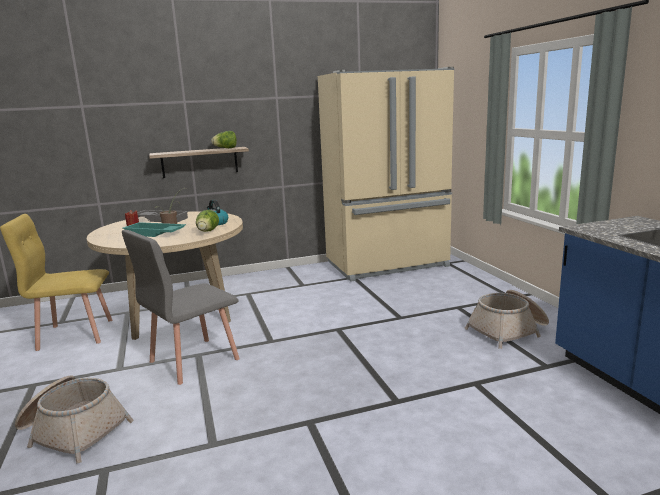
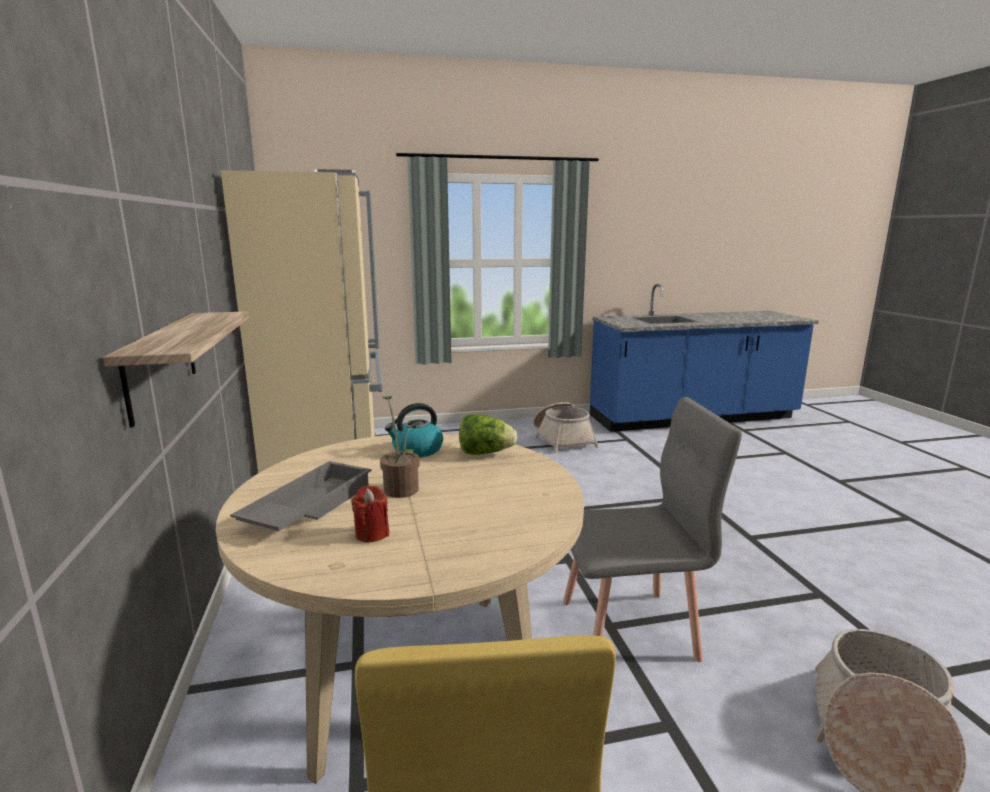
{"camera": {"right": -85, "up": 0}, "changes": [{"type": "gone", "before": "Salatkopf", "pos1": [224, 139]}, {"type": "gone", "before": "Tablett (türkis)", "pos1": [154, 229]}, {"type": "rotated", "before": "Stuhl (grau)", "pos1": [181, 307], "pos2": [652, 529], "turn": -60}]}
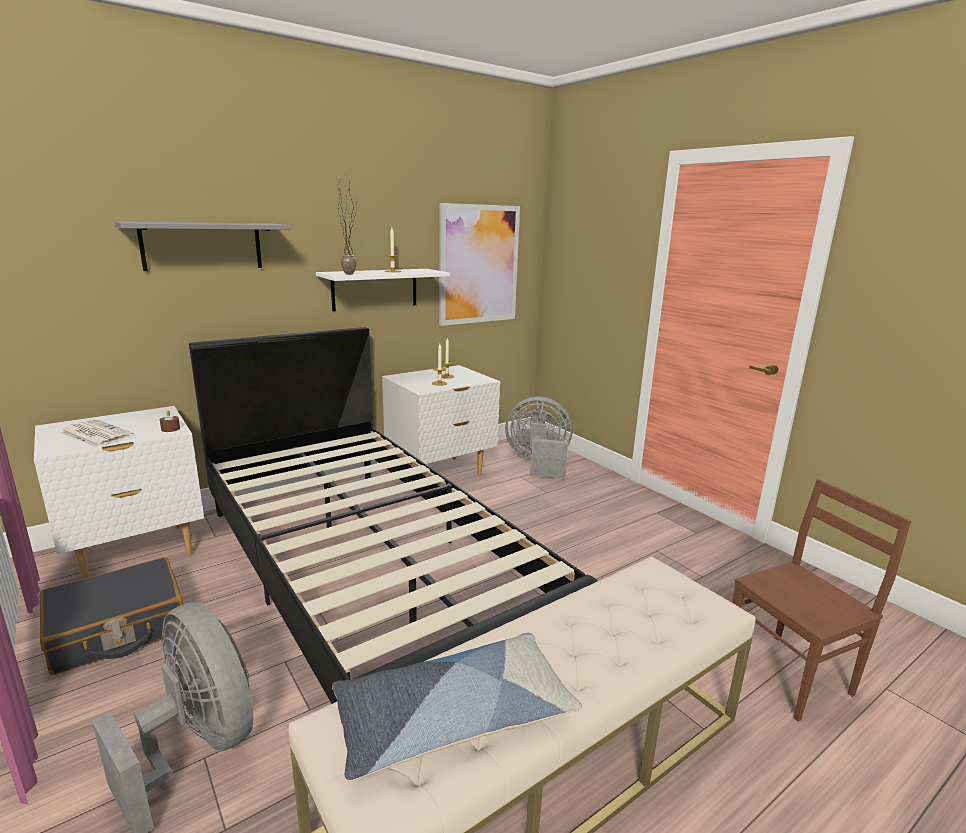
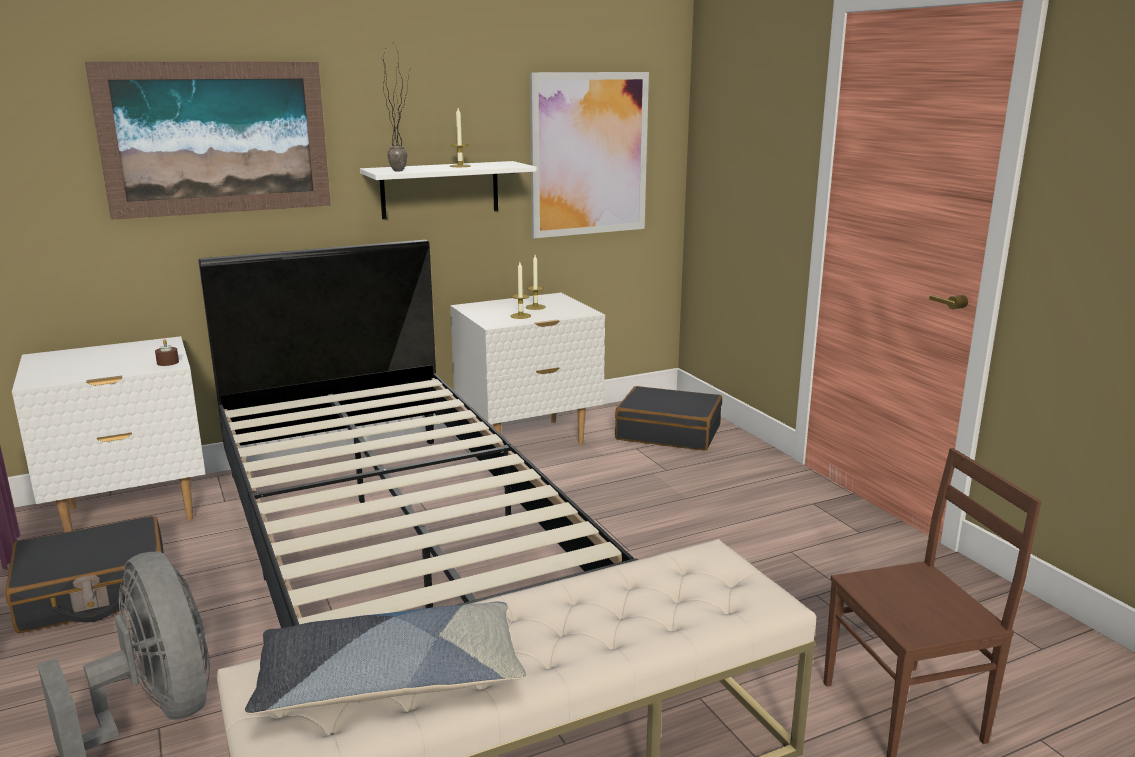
{"camera": {"right": 10, "up": 0}, "changes": [{"type": "swapped", "before": "Wandregal (grau)", "after": "Bild", "pos1": [203, 246], "pos2": [208, 141]}, {"type": "swapped", "before": "Ventilator (grau)", "after": "Koffer (schwarz)", "pos1": [539, 438], "pos2": [668, 418]}, {"type": "gone", "before": "Zeitung", "pos1": [97, 433]}]}
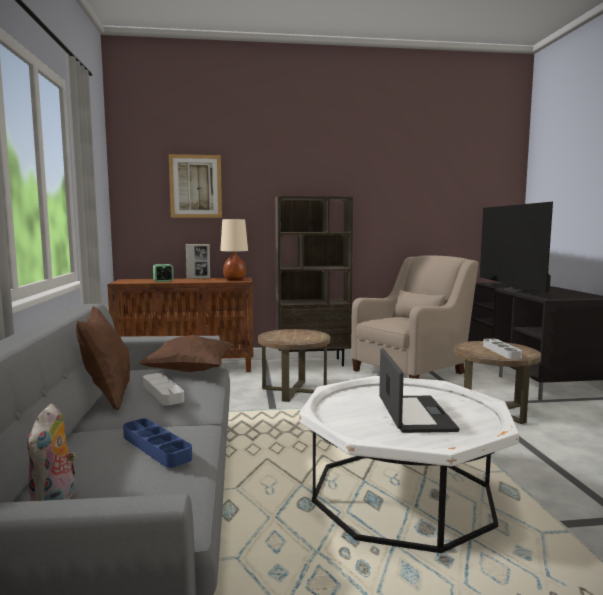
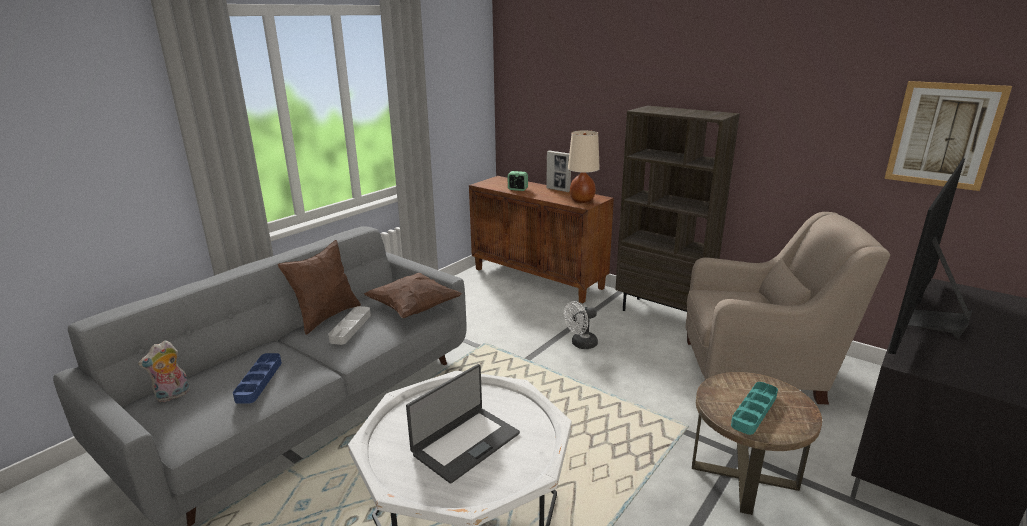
{"camera": {"right": 45, "up": 15}, "changes": [{"type": "shifted", "before": "Bild", "pos1": [195, 186], "pos2": [948, 136]}, {"type": "swapped", "before": "Beistelltisch (braun)", "after": "Ventilator (weiß)", "pos1": [294, 365], "pos2": [581, 325]}, {"type": "repainted", "before": "Tablett (grau)", "after": "Tablett (türkis)", "pos1": [502, 348], "pos2": [754, 408]}]}
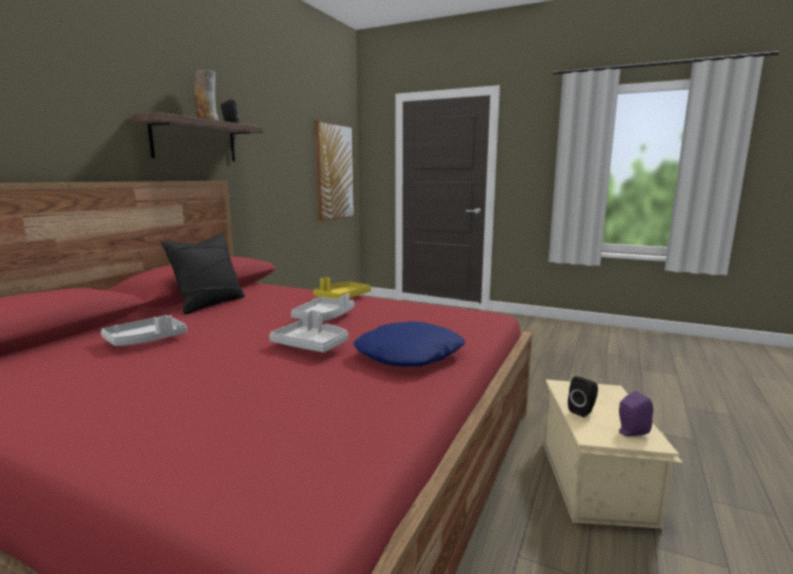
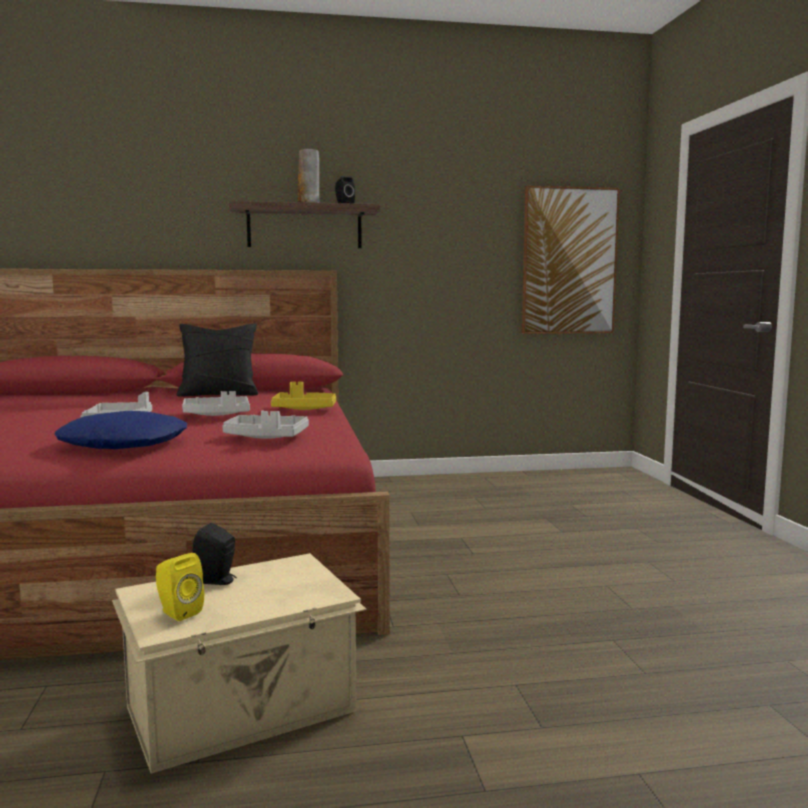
{"camera": {"right": 55, "up": -5}, "changes": [{"type": "shifted", "before": "Tablett (grau)", "pos1": [144, 330], "pos2": [265, 425]}, {"type": "repainted", "before": "Lautsprecher (lila)", "after": "Lautsprecher (gelb)", "pos1": [636, 413], "pos2": [180, 587]}]}
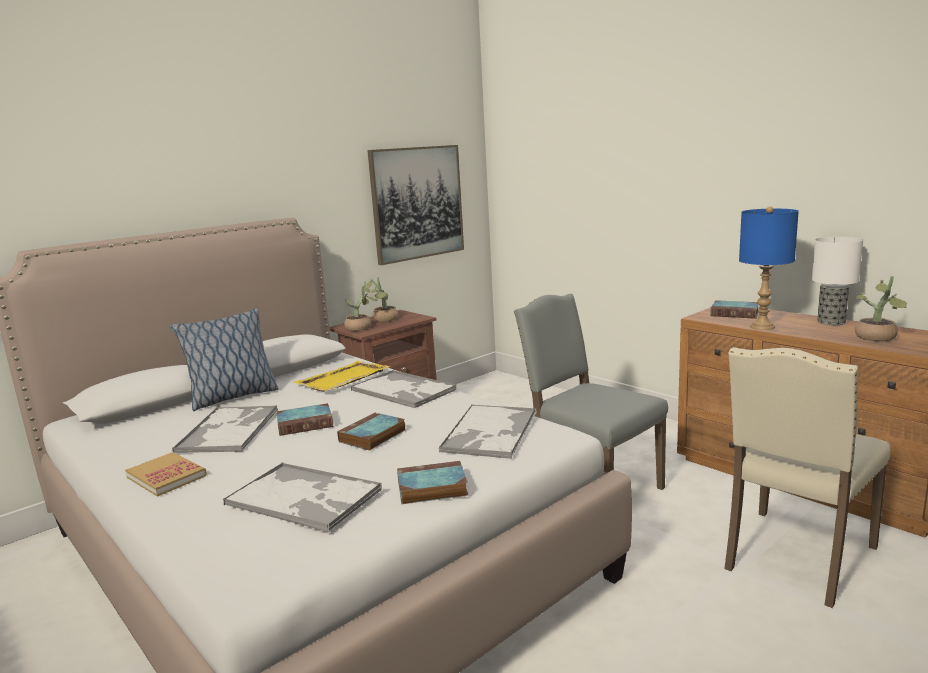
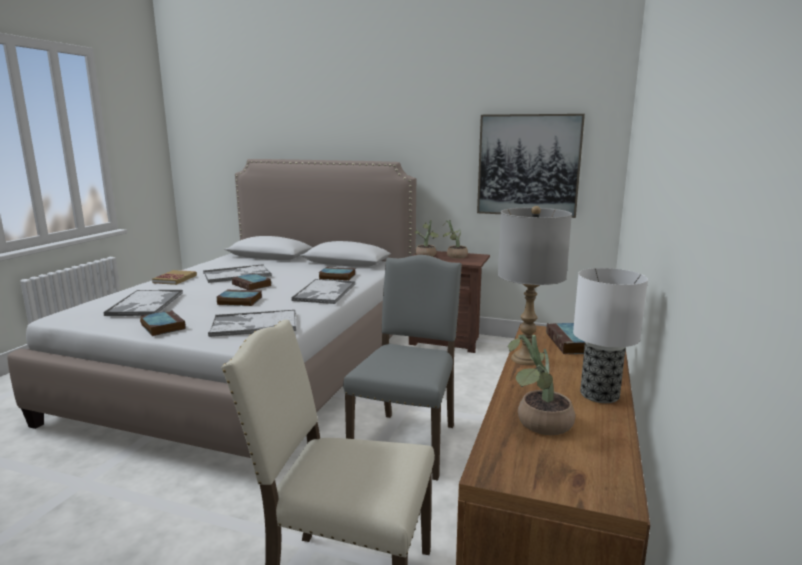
{"camera": {"right": 60, "up": 0}, "changes": [{"type": "repainted", "before": "Tischlampe (blau)", "after": "Tischlampe (grau)", "pos1": [769, 268], "pos2": [535, 285]}, {"type": "gone", "before": "Kissen", "pos1": [224, 359]}, {"type": "swapped", "before": "Tablett (gelb)", "after": "Buch", "pos1": [342, 376], "pos2": [336, 274]}]}
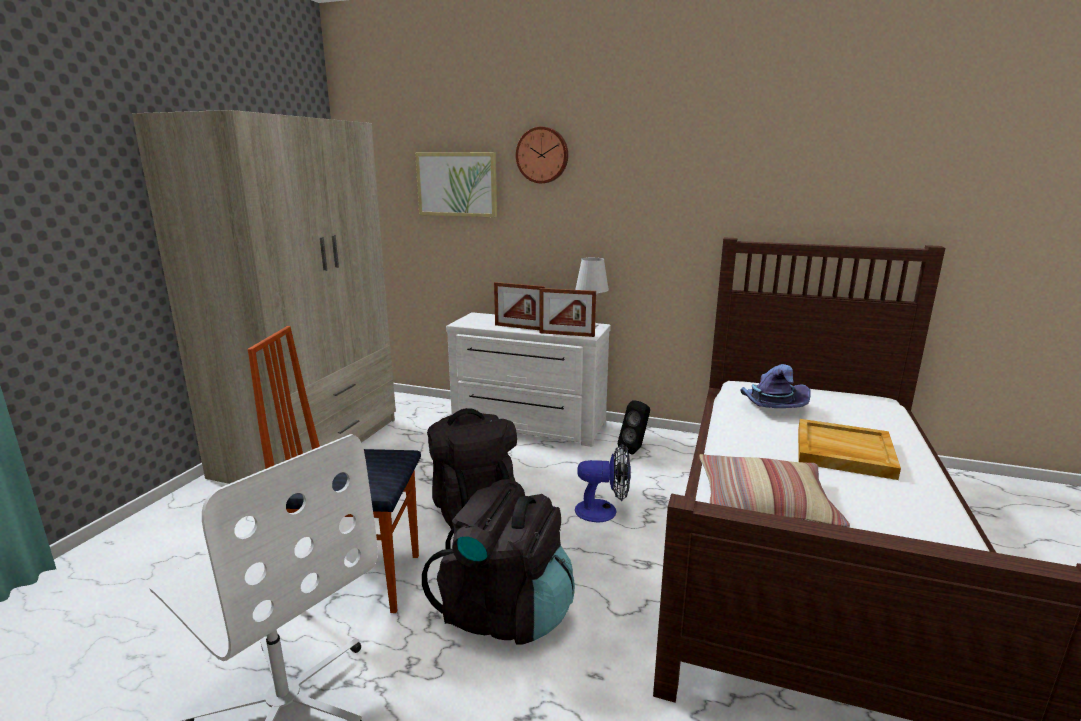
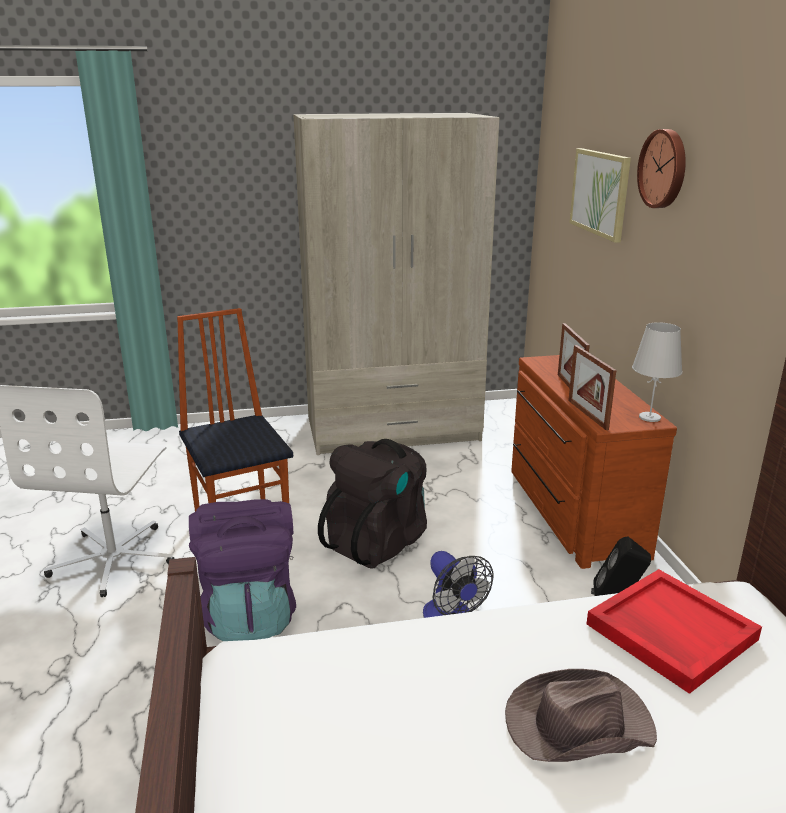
{"camera": {"right": 60, "up": 5}, "changes": [{"type": "repainted", "before": "Kommode (weiß)", "after": "Kommode (braun)", "pos1": [528, 379], "pos2": [594, 462]}, {"type": "swapped", "before": "Hut (lila)", "after": "Tablett (rot)", "pos1": [775, 386], "pos2": [674, 631]}, {"type": "swapped", "before": "Tablett (beige)", "after": "Hut (braun)", "pos1": [849, 449], "pos2": [581, 715]}, {"type": "gone", "before": "Kissen", "pos1": [774, 491]}, {"type": "repainted", "before": "Rucksack (schwarz)", "after": "Rucksack (lila)", "pos1": [498, 562], "pos2": [242, 570]}]}
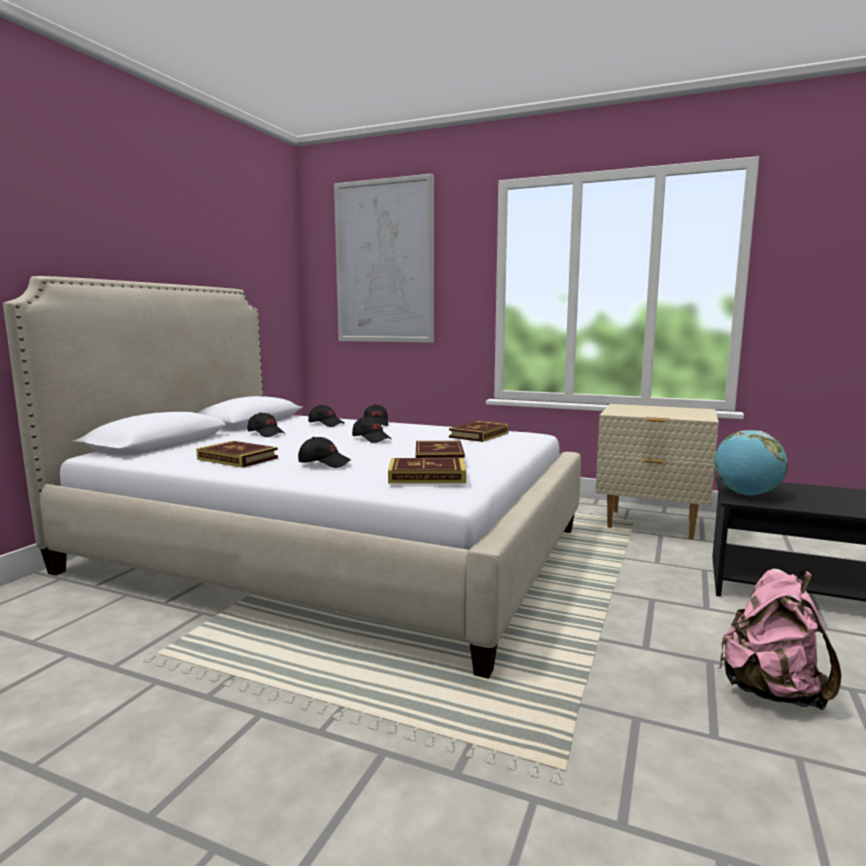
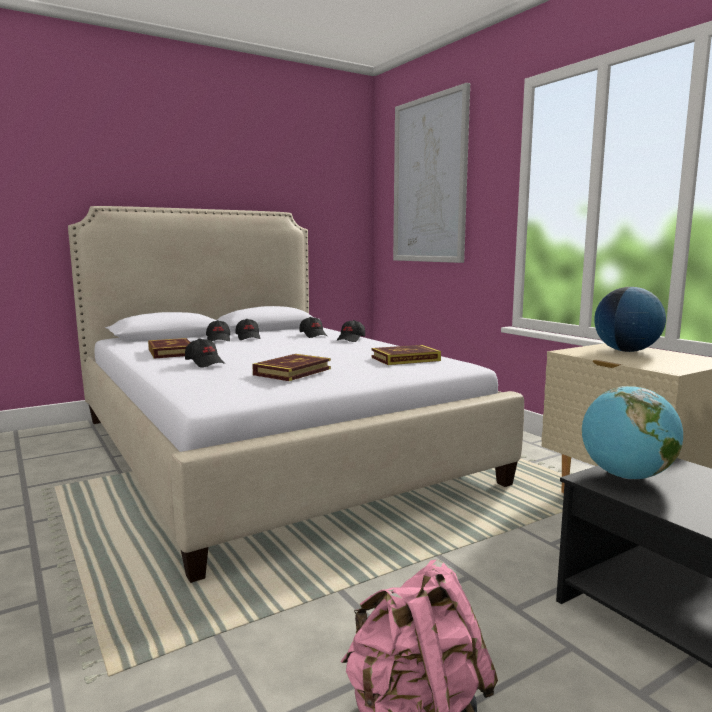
{"camera": {"right": 35, "up": 0}, "changes": [{"type": "shifted", "before": "Kappe (schwarz)", "pos1": [371, 429], "pos2": [218, 330]}, {"type": "gone", "before": "Buch", "pos1": [427, 471]}, {"type": "new", "after": "Globus", "pos2": [630, 319]}]}
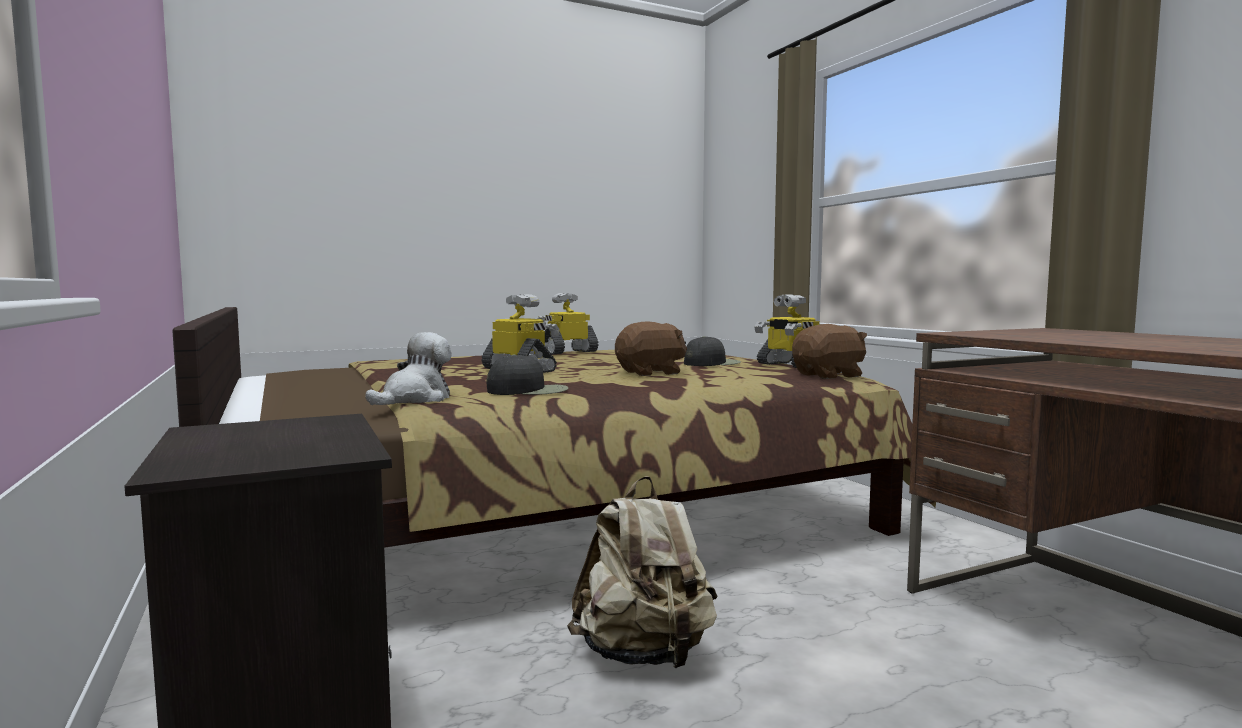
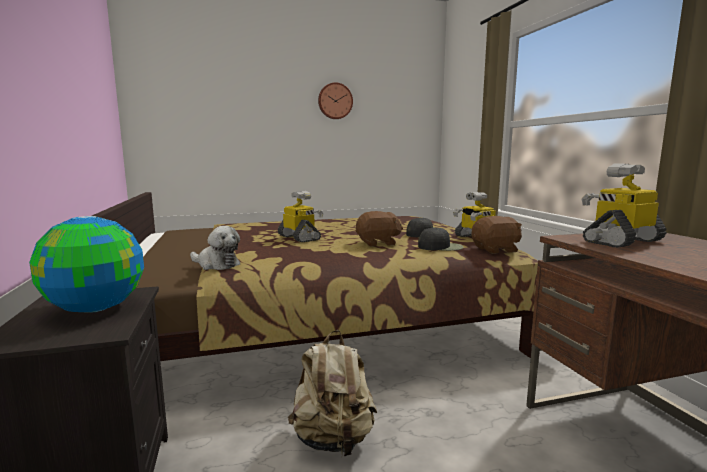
{"camera": {"right": 10, "up": 5}, "changes": [{"type": "shifted", "before": "Spielzeugroboter", "pos1": [568, 323], "pos2": [624, 205]}, {"type": "rotated", "before": "Plüschtier", "pos1": [408, 368], "pos2": [215, 248], "turn": 75}, {"type": "shifted", "before": "Kappe (schwarz)", "pos1": [527, 374], "pos2": [441, 239]}, {"type": "new", "after": "Wanduhr", "pos2": [335, 100]}, {"type": "new", "after": "Globus", "pos2": [86, 264]}]}
